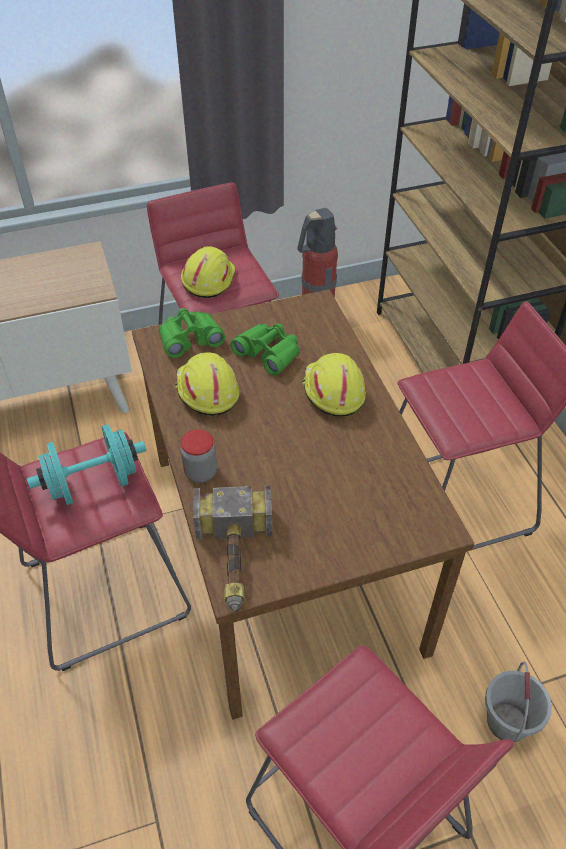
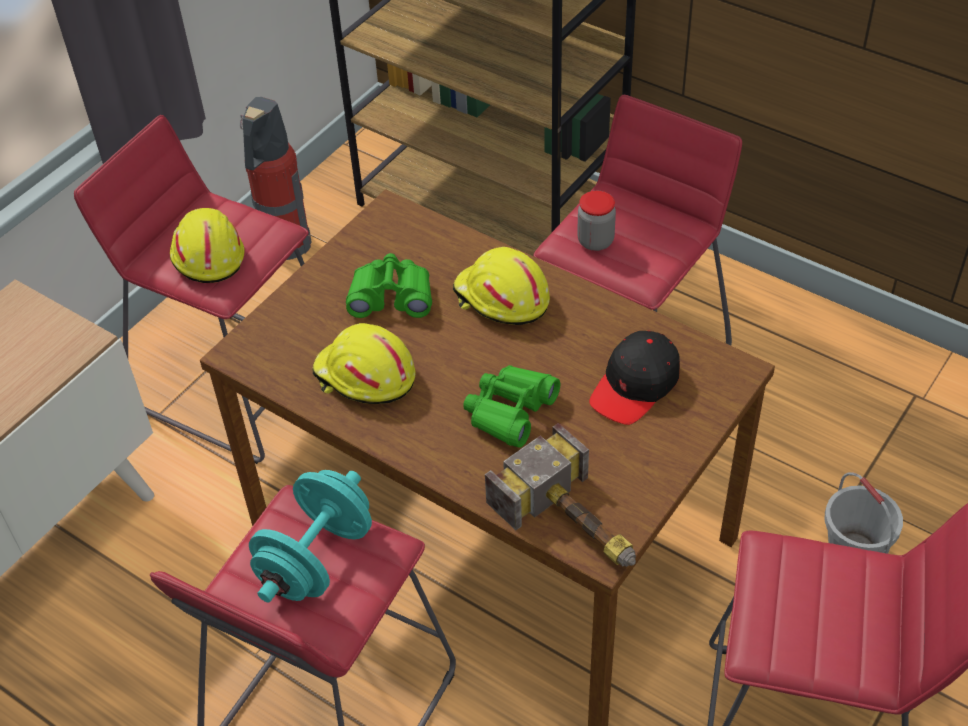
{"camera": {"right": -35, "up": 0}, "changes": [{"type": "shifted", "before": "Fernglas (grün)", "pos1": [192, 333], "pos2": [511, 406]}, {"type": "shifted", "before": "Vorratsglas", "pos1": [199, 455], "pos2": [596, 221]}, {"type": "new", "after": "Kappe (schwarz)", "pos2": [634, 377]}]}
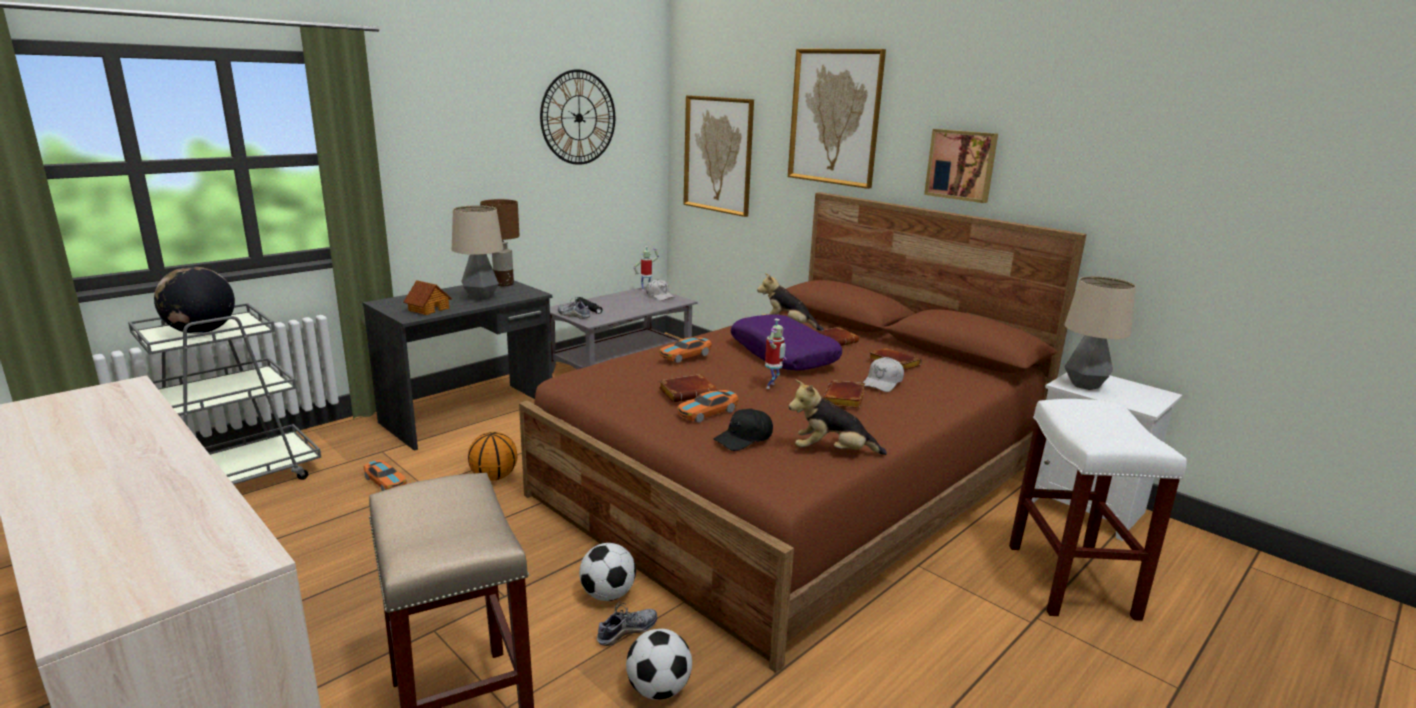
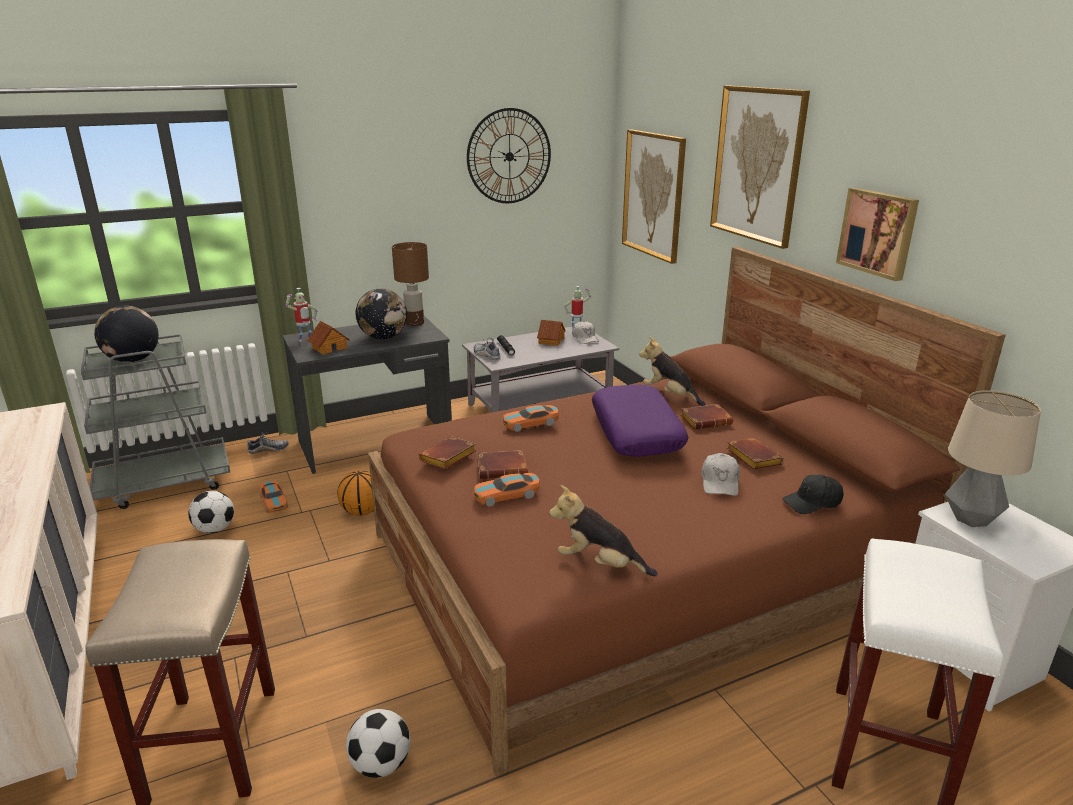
{"camera": {"right": 20, "up": 5}, "changes": [{"type": "swapped", "before": "Tischlampe", "after": "Globus", "pos1": [477, 252], "pos2": [381, 313]}, {"type": "shifted", "before": "Spielzeugroboter", "pos1": [776, 354], "pos2": [301, 315]}, {"type": "rotated", "before": "Kappe (weiß)", "pos1": [883, 374], "pos2": [720, 474], "turn": -45}, {"type": "shifted", "before": "Buch (braun)", "pos1": [844, 394], "pos2": [447, 452]}, {"type": "shifted", "before": "Kappe (schwarz)", "pos1": [743, 430], "pos2": [813, 494]}, {"type": "shifted", "before": "Fußball", "pos1": [607, 572], "pos2": [211, 512]}, {"type": "shifted", "before": "Schuh", "pos1": [627, 623], "pos2": [268, 443]}, {"type": "new", "after": "Spielzeughaus", "pos2": [551, 333]}]}
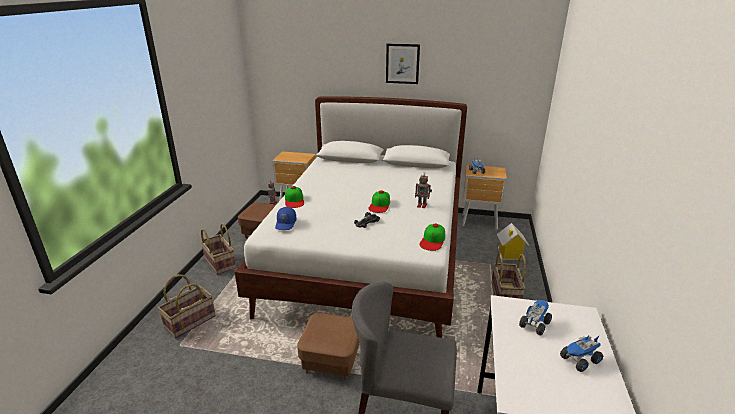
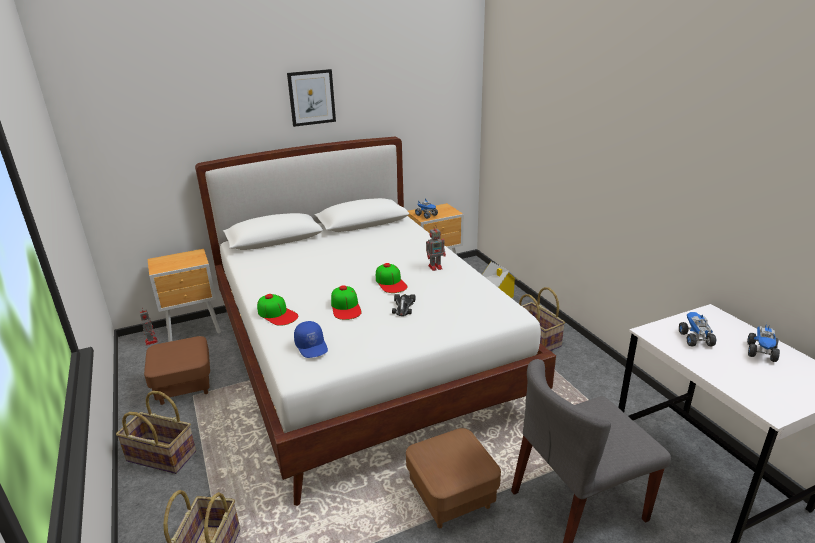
{"camera": {"right": -35, "up": 0}, "changes": [{"type": "shifted", "before": "Kappe", "pos1": [432, 237], "pos2": [346, 302]}]}
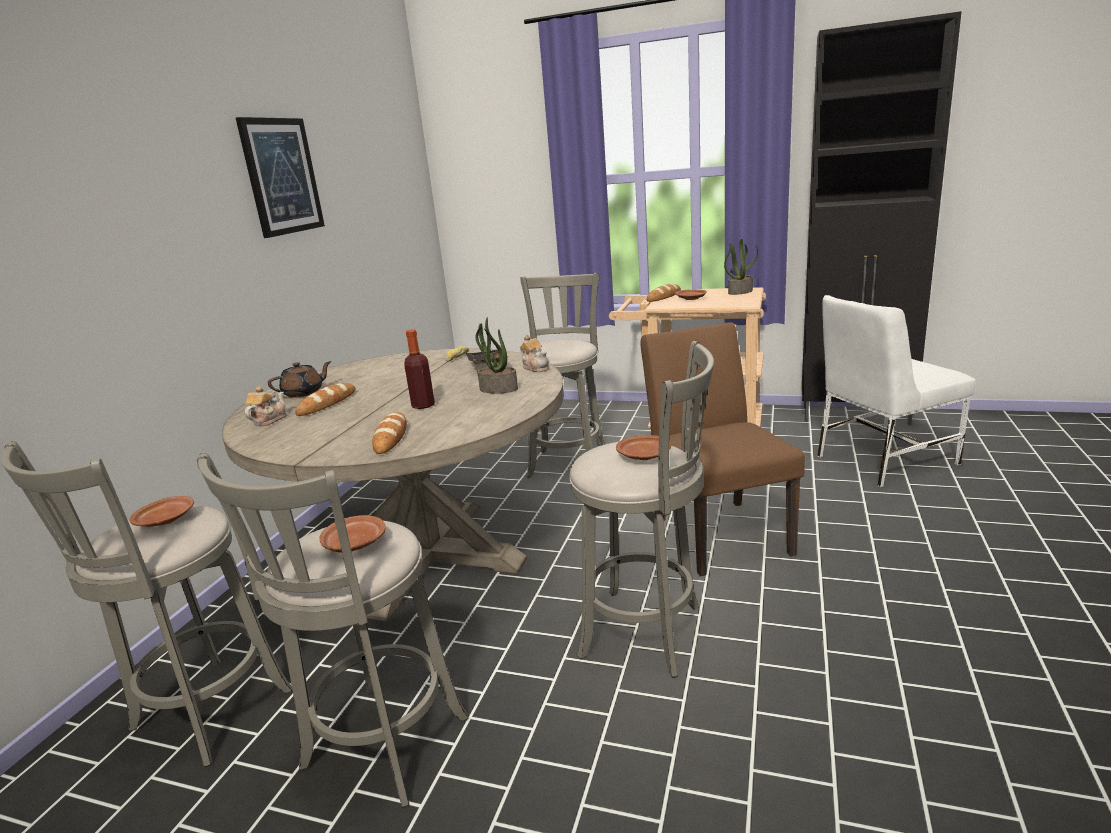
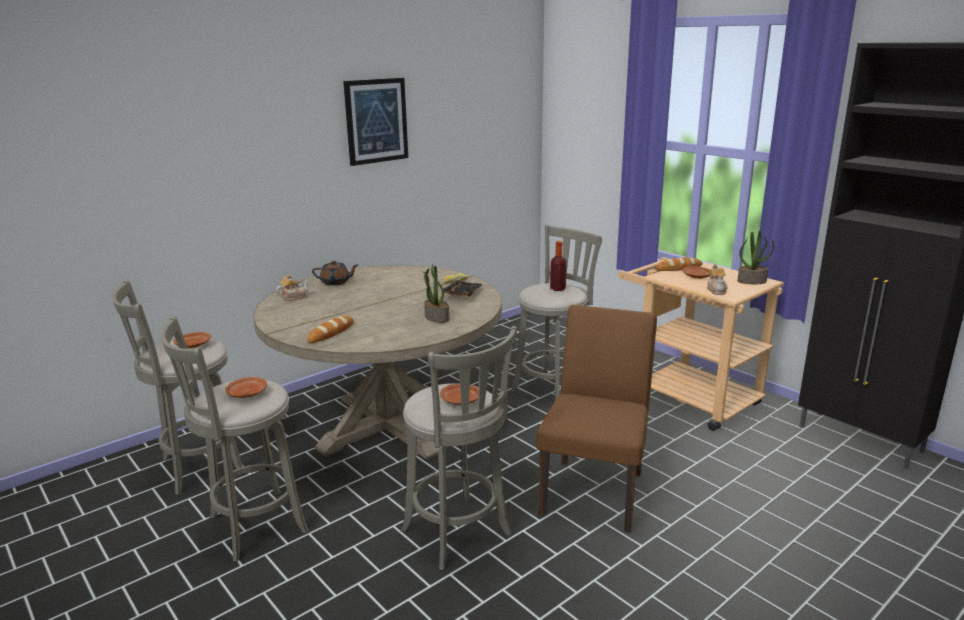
{"camera": {"right": 30, "up": 0}, "changes": [{"type": "gone", "before": "Stuhl (weiß)", "pos1": [896, 391]}, {"type": "shifted", "before": "Flasche", "pos1": [419, 369], "pos2": [558, 266]}, {"type": "shifted", "before": "Teekanne", "pos1": [534, 353], "pos2": [717, 279]}, {"type": "gone", "before": "Brot", "pos1": [325, 399]}]}
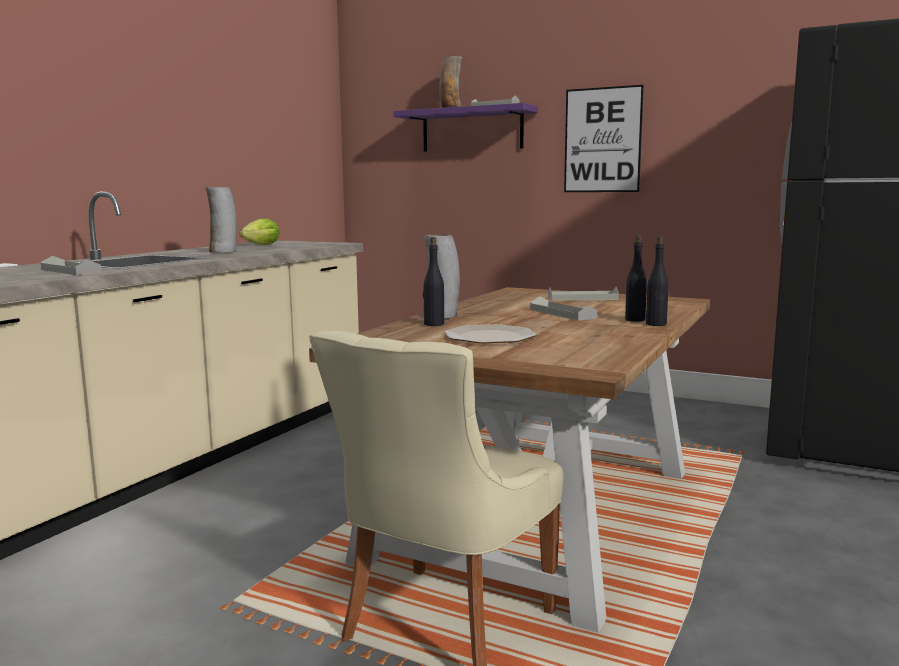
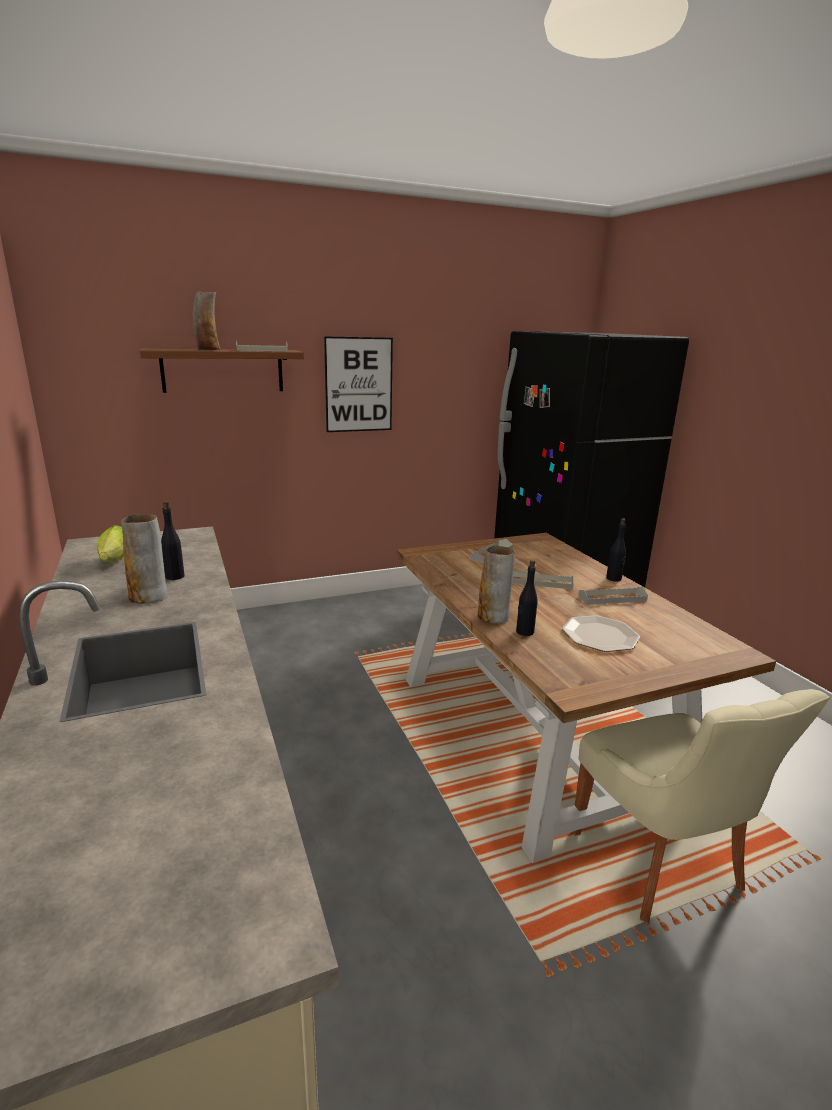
{"camera": {"right": -50, "up": 10}, "changes": [{"type": "repainted", "before": "Wandregal (lila)", "after": "Wandregal (braun)", "pos1": [465, 127], "pos2": [222, 370]}, {"type": "shifted", "before": "Flasche (schwarz)", "pos1": [636, 278], "pos2": [173, 540]}, {"type": "shifted", "before": "Tablett (grau)", "pos1": [71, 265], "pos2": [613, 596]}]}
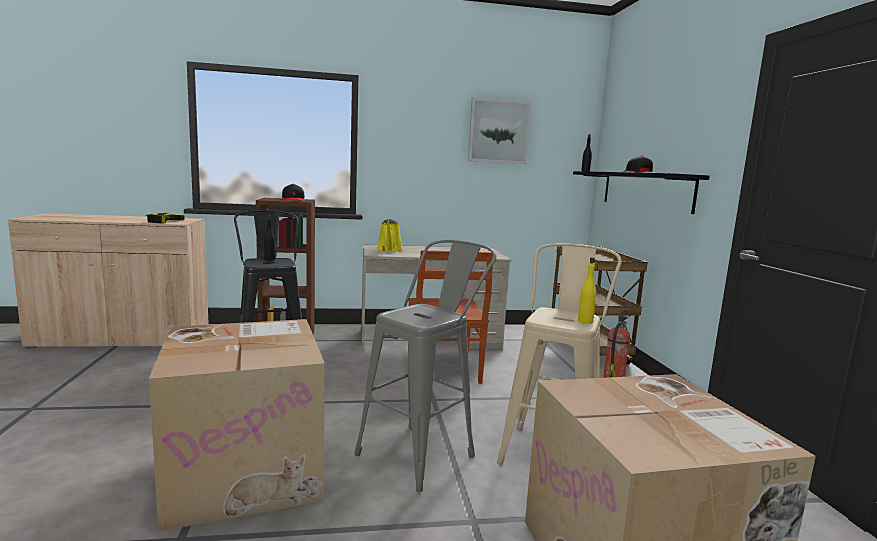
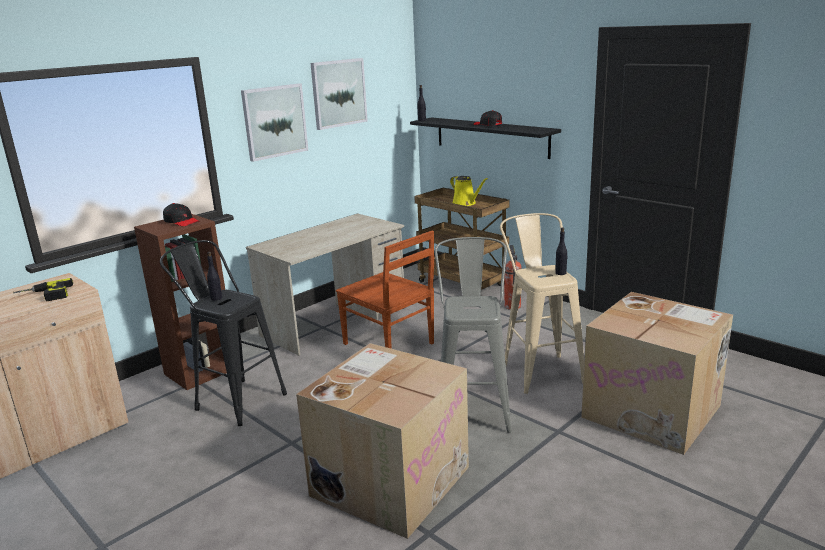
{"camera": {"right": -35, "up": 10}, "changes": [{"type": "shifted", "before": "Gießkanne (gelb)", "pos1": [389, 235], "pos2": [469, 191]}, {"type": "repainted", "before": "Flasche (gelb)", "after": "Flasche (schwarz)", "pos1": [587, 290], "pos2": [561, 251]}, {"type": "new", "after": "Bild", "pos2": [274, 122]}]}
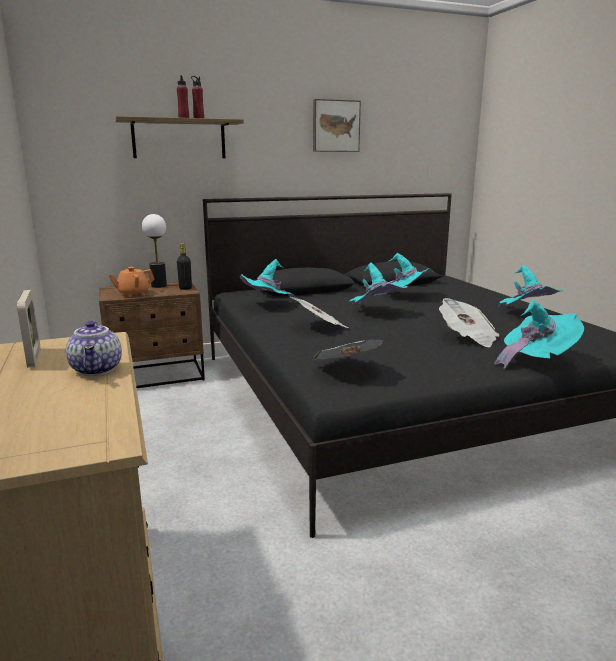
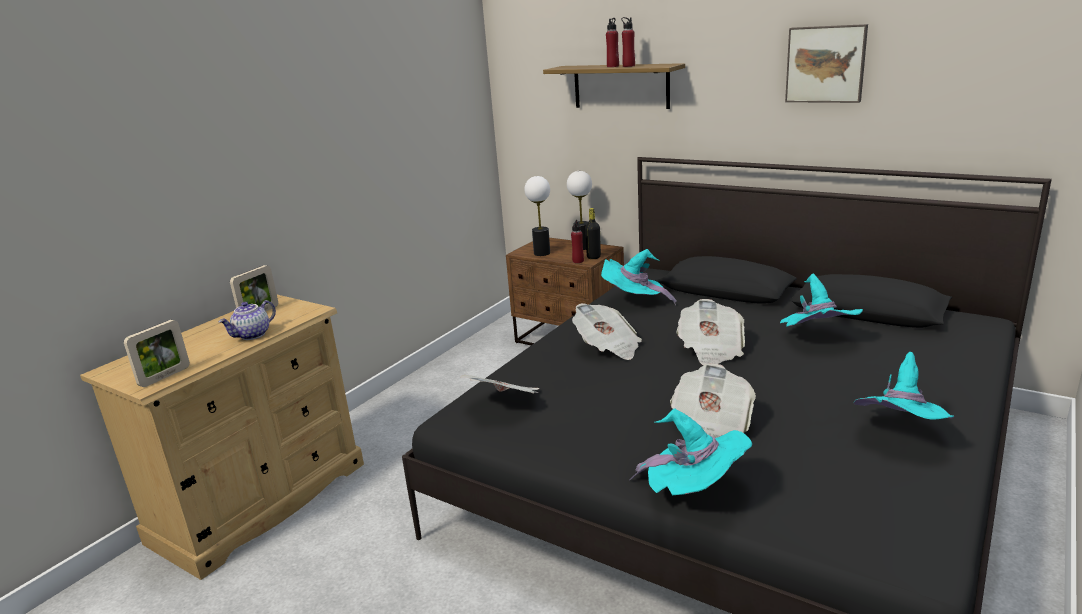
{"camera": {"right": 55, "up": 5}, "changes": [{"type": "swapped", "before": "Hut (türkis)", "after": "Zeitung", "pos1": [379, 283], "pos2": [710, 332]}, {"type": "swapped", "before": "Teekanne (orange)", "after": "Tischlampe", "pos1": [131, 282], "pos2": [537, 216]}, {"type": "new", "after": "Flasche (rot)", "pos2": [577, 241]}, {"type": "new", "after": "Bilderrahmen", "pos2": [157, 353]}]}
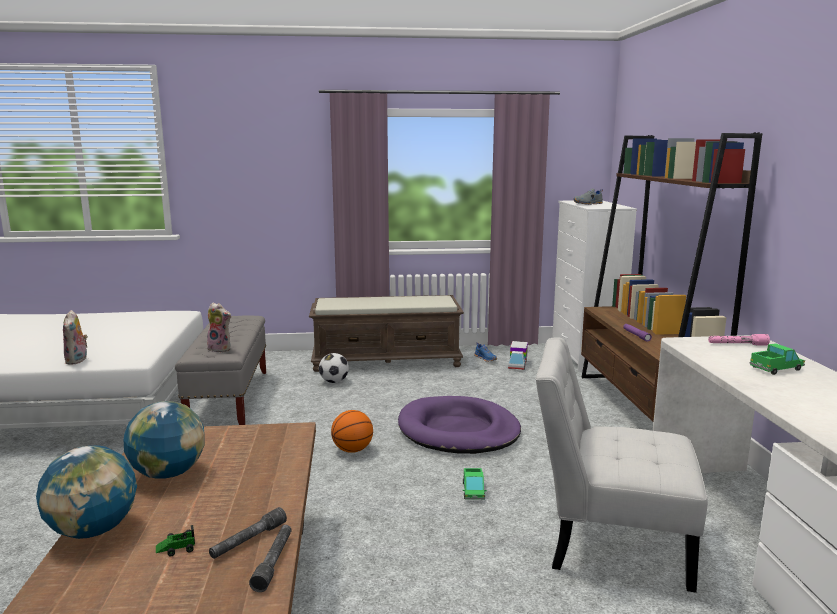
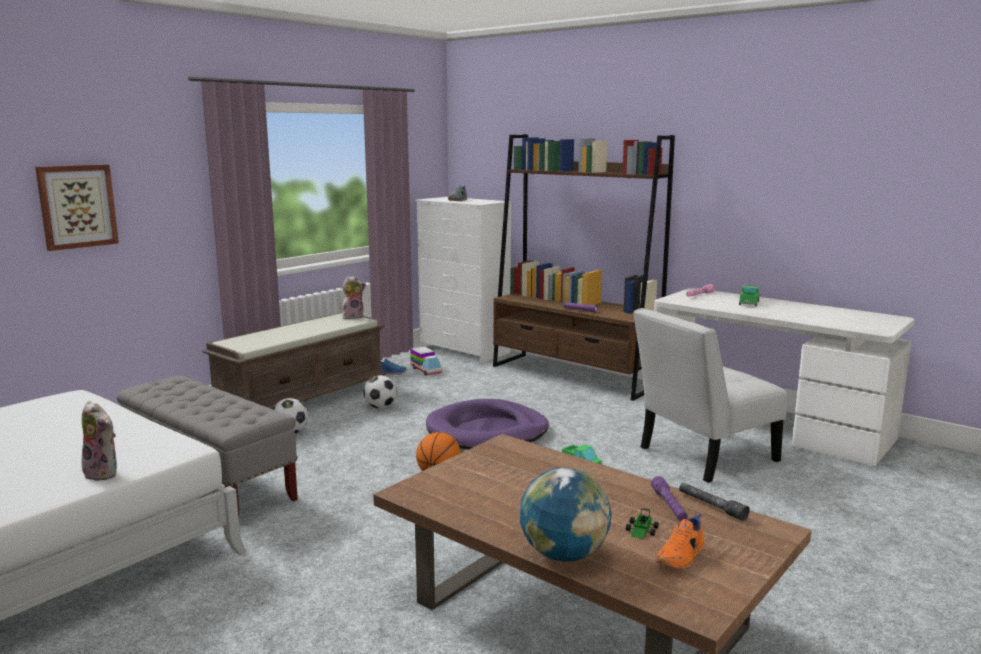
{"camera": {"right": -45, "up": 0}, "changes": [{"type": "shifted", "before": "Plüschtier", "pos1": [219, 327], "pos2": [354, 297]}, {"type": "gone", "before": "Globus", "pos1": [164, 440]}, {"type": "repainted", "before": "Taschenlampe (grau)", "after": "Taschenlampe (lila)", "pos1": [248, 533], "pos2": [669, 498]}, {"type": "new", "after": "Bild", "pos2": [77, 207]}, {"type": "new", "after": "Fußball", "pos2": [380, 391]}, {"type": "new", "after": "Schuh (orange)", "pos2": [680, 541]}]}
